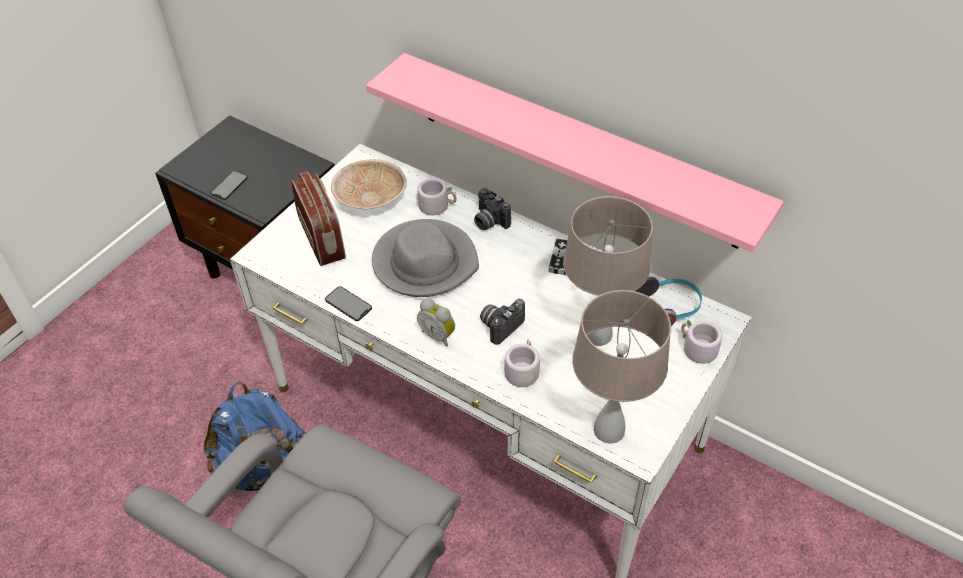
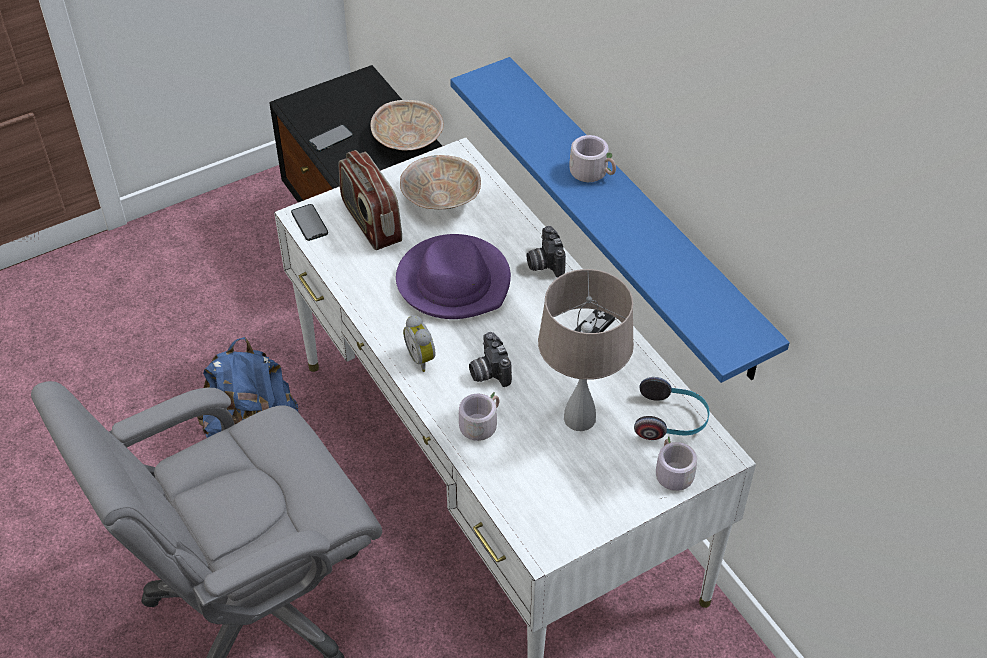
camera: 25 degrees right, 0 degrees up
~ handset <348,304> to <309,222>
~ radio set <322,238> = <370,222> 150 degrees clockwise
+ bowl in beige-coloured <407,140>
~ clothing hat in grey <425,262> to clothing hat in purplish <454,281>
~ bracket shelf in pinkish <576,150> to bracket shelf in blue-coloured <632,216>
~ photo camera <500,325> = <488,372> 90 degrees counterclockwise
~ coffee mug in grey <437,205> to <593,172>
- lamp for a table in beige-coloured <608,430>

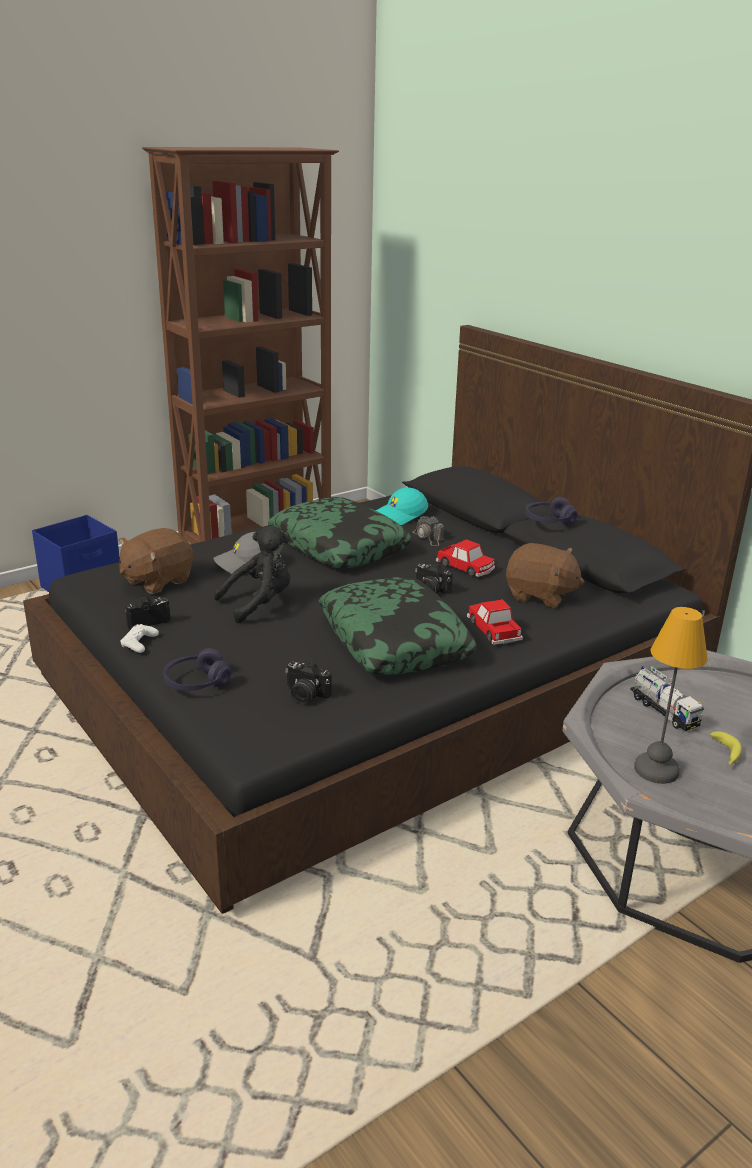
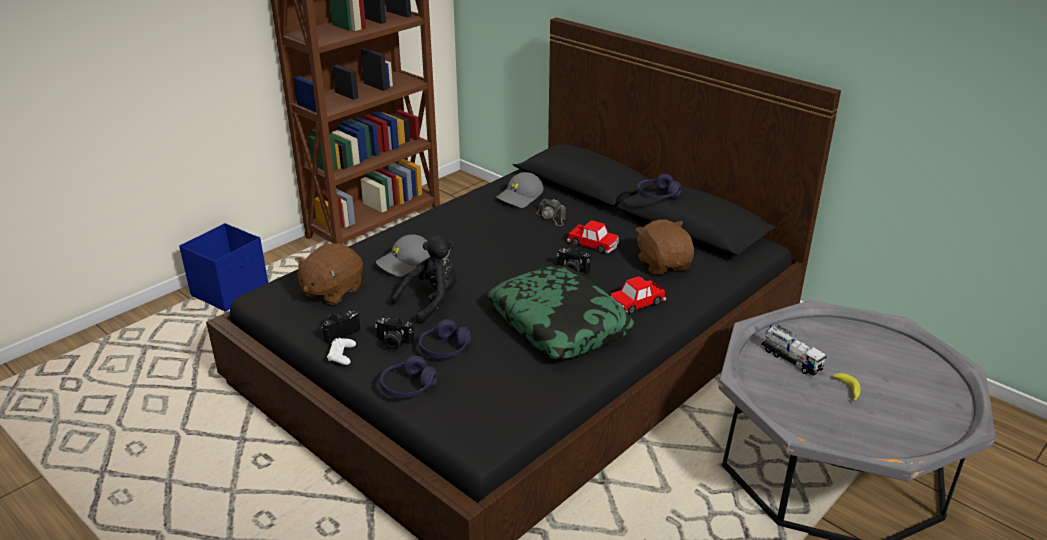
camera: 10 degrees left, 5 degrees up
~ photo camera <305,695> to <393,343>
+ headset in purplish <444,349>
~ peaked cap in turquoise-coloured <401,515> to peaked cap in grey <520,197>
~ miniature car <493,630> = <636,303> 90 degrees counterclockwise
~ soft toy in brown <540,595> = <663,264> 120 degrees counterclockwise
- cushion <339,546>
- lamp for a table <655,768>

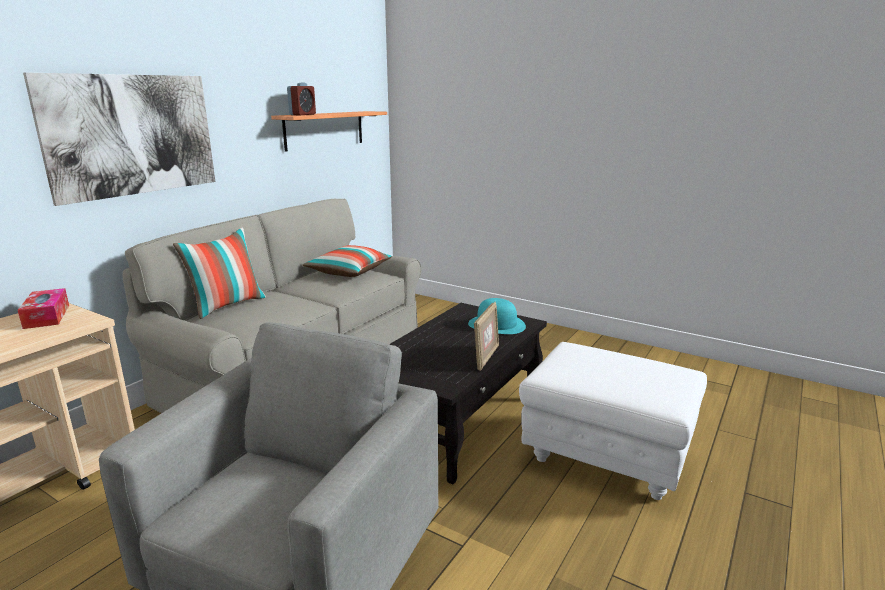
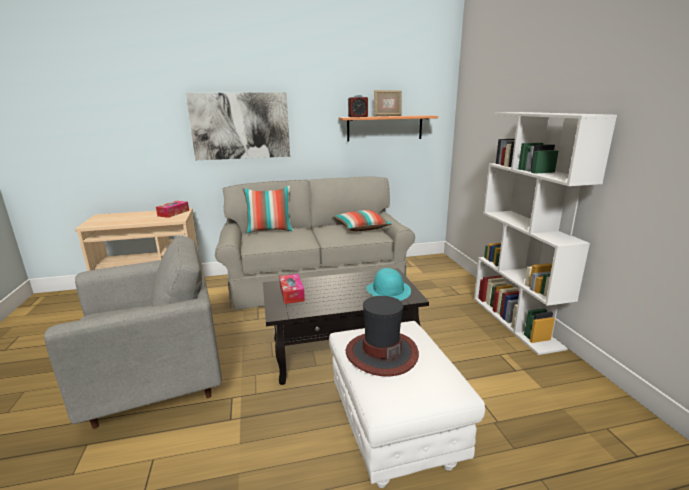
camera: 45 degrees right, 0 degrees up
+ tissue box <291,294>
+ clothing hat <381,353>
~ standing frame <486,357> to <387,116>
+ shelving unit in white-coloured <516,321>

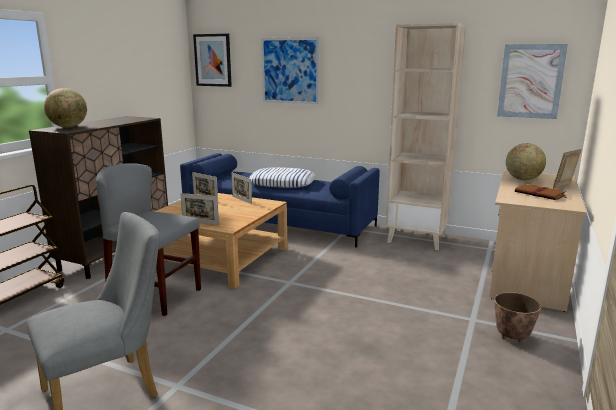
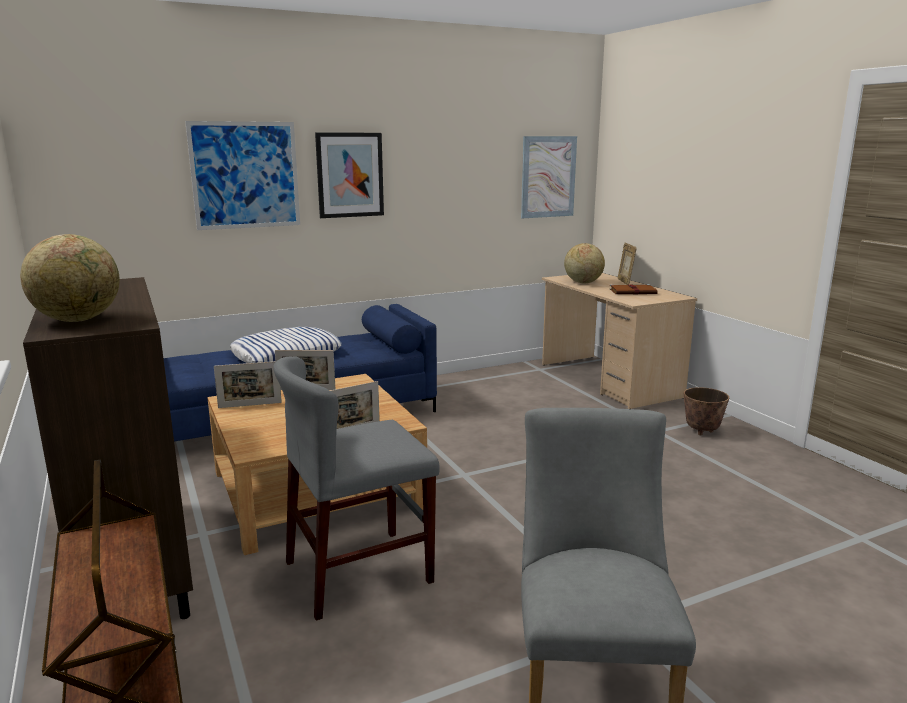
camera: 50 degrees left, 0 degrees up
~ wall art <213,60> to <350,175>
- shelving unit in beige-coloured <417,239>

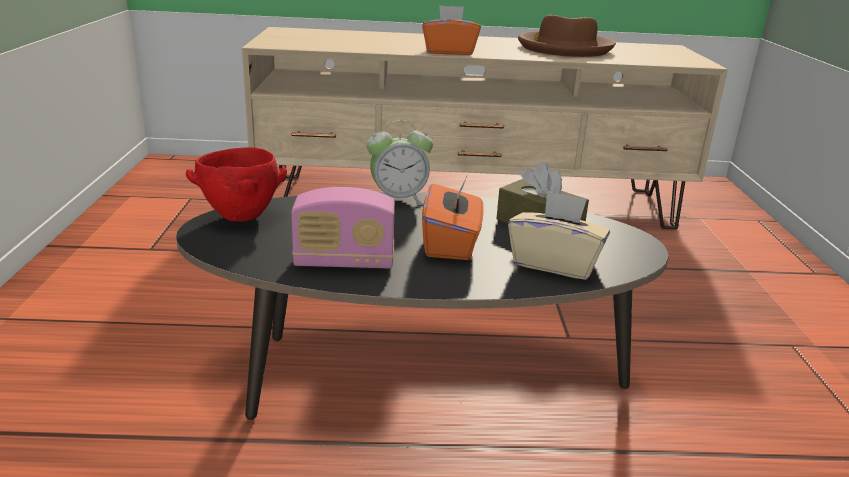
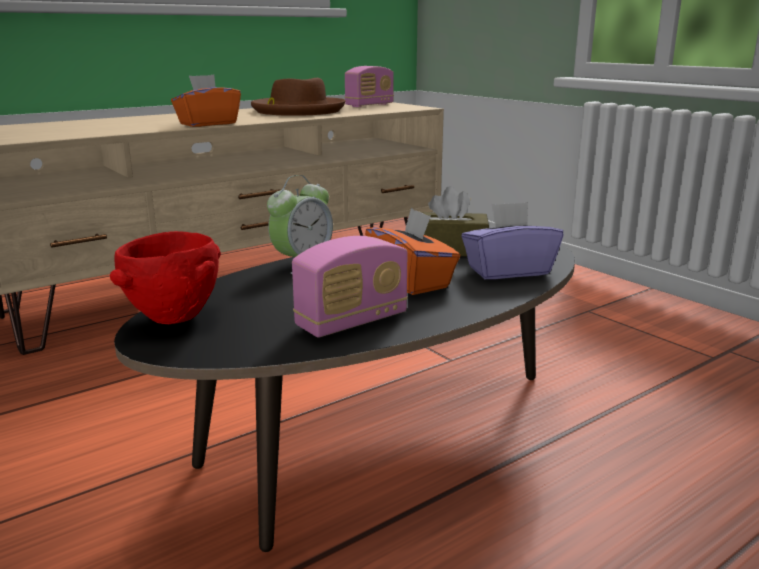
camera: 35 degrees left, 5 degrees down
+ radio set <369,105>
~ tissue box in beige-coloured <555,264> to tissue box in purplish <508,271>

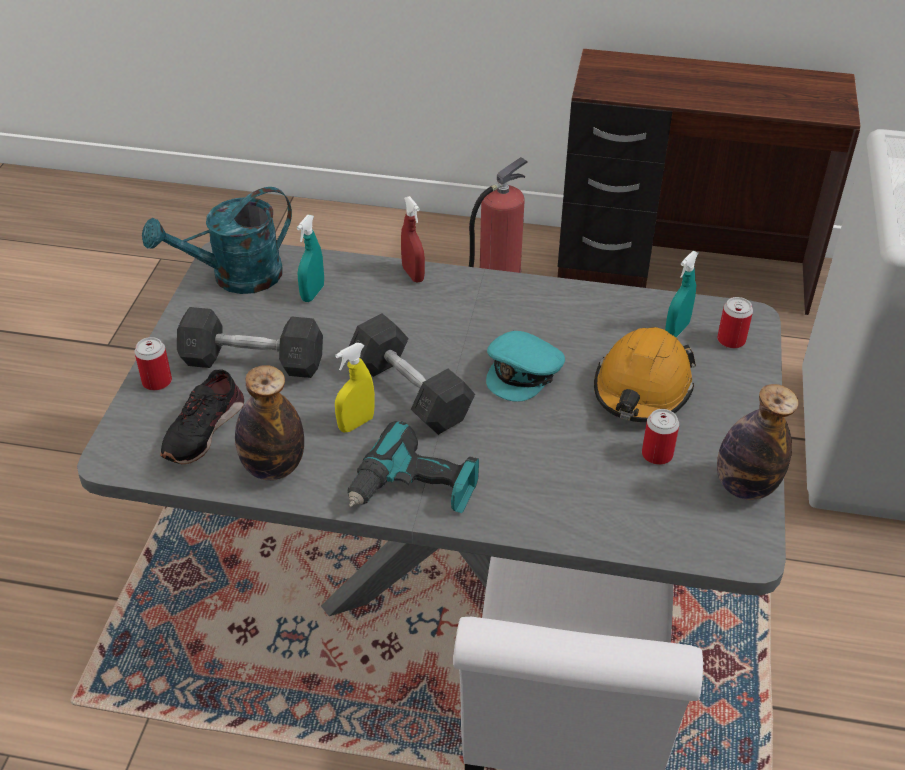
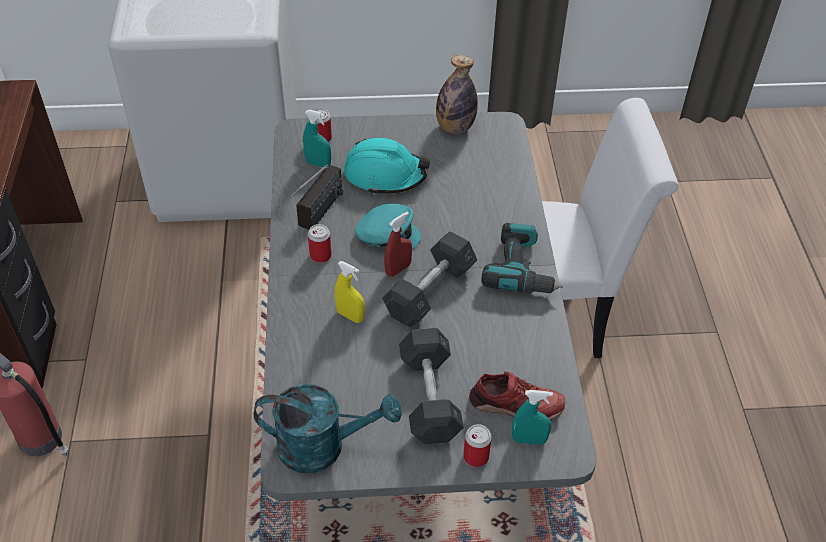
camera: 105 degrees left, 5 degrees up
~ watering can in turquoise-coloured <235,278> = <323,446> 45 degrees counterclockwise
+ radio set <314,220>
~ sealed can <657,454> to <320,255>
~ spray bottle in yellow-coloured <356,423> to <350,316>
~ safety helmet in orange <642,389> to safety helmet in turquoise-coloured <385,175>
~ spray bottle in red <413,274> to <398,269>
~ low shoe in black <202,429> to low shoe in red <515,405>
~ spray bottle in turquoise-coloured <312,293> to <529,440>
- drink bottle <273,467>

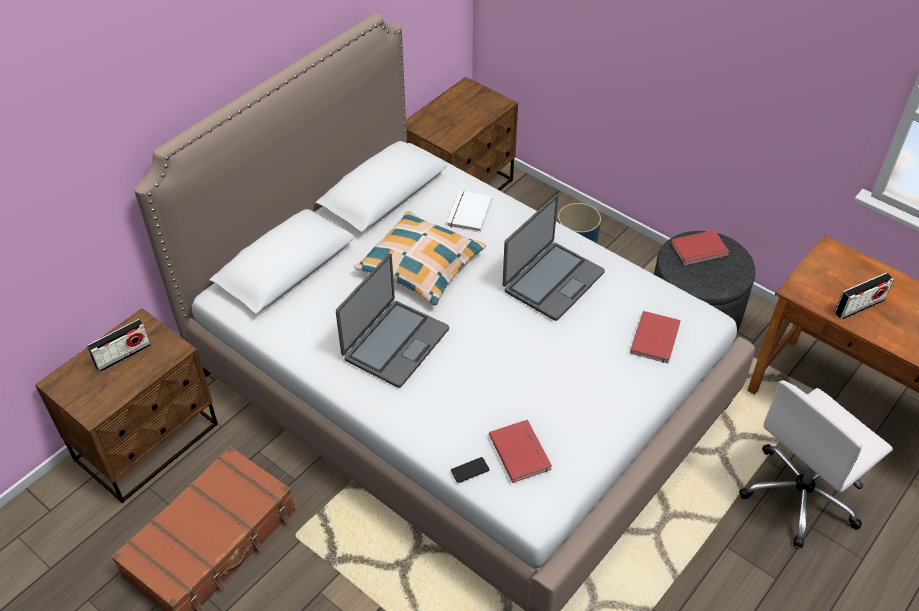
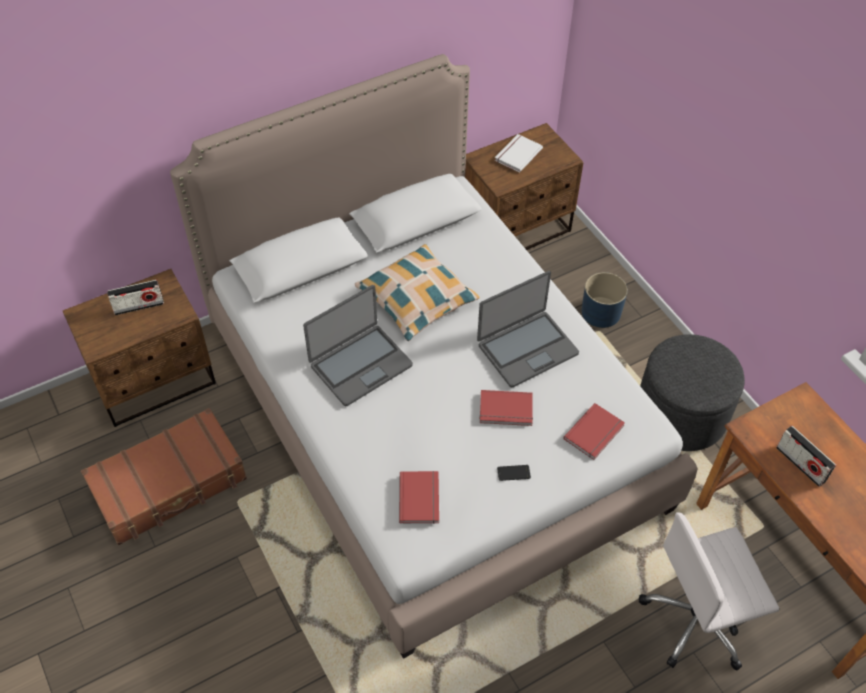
camera: 20 degrees right, 5 degrees up
~ volume in red <700,250> to <506,410>
~ volume in white-coloured <467,213> to <517,154>
~ handset <470,470> to <513,473>
~ radio set <859,306> = <800,464> 60 degrees clockwise

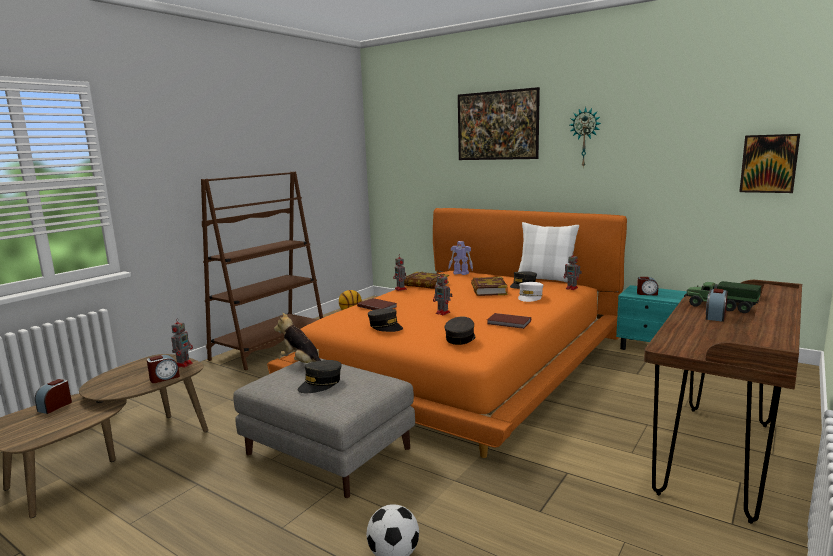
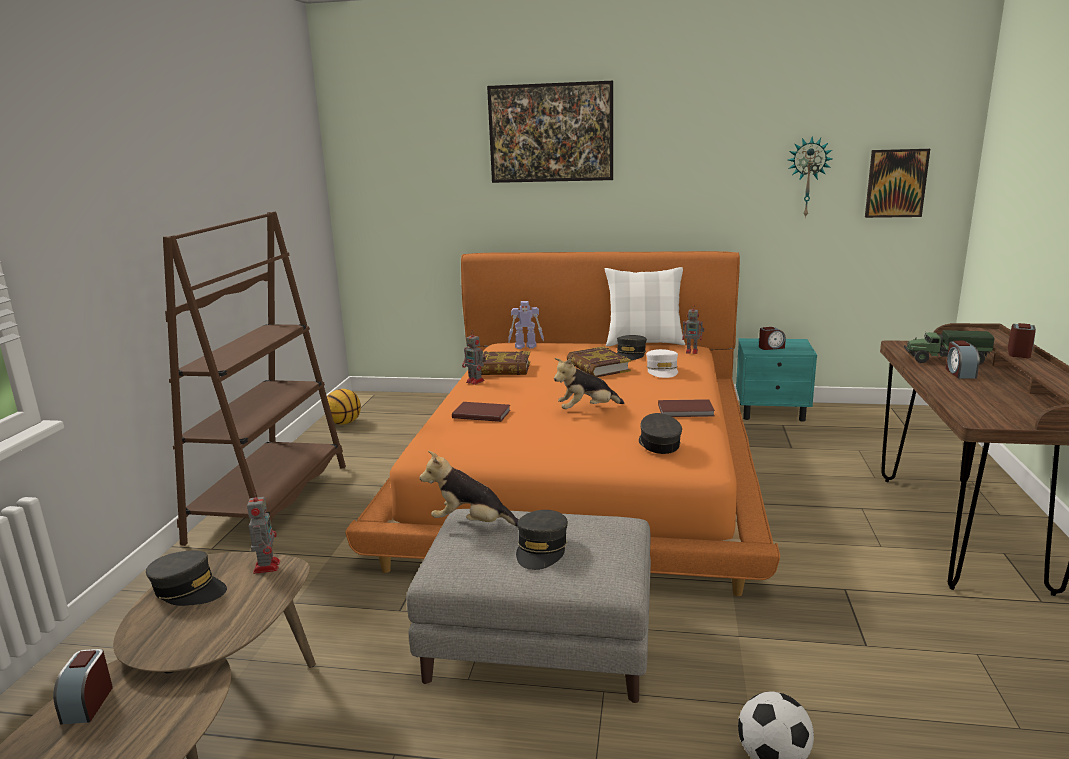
camera: 25 degrees left, 5 degrees up
~ peaked cap in grey <385,326> to <189,589>
~ model robot <443,313> to soft toy <587,410>
~ hanging clock <585,137> to <808,177>
~ table clock <164,378> to <1019,353>

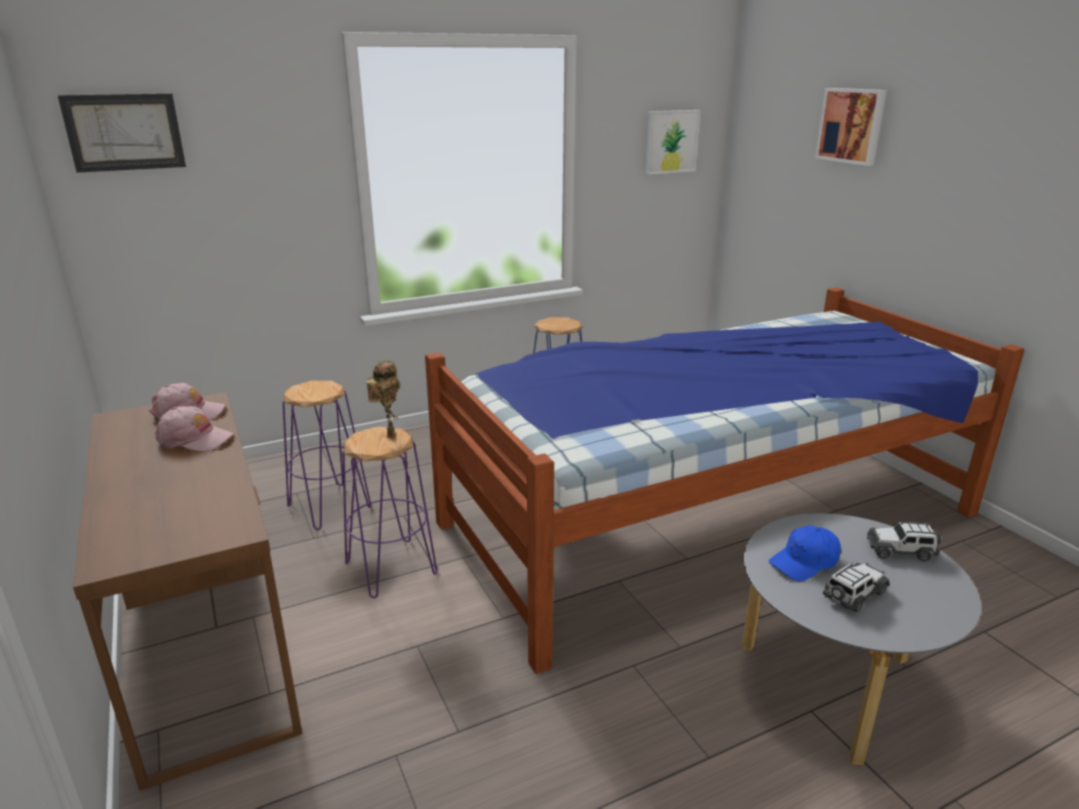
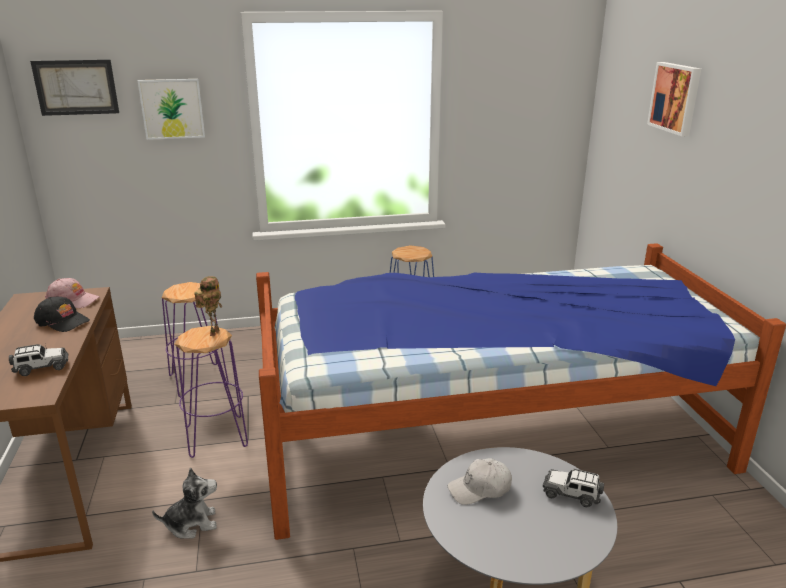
camera: 15 degrees right, 0 degrees up
~ miniature car <853,595> to <41,367>
~ peaked cap in pinkish <195,439> to peaked cap in black <62,321>
~ wall art <671,142> to <172,109>
+ soft toy <192,524>
~ peaked cap in blue-coloured <805,562> to peaked cap in white-coloured <480,489>

